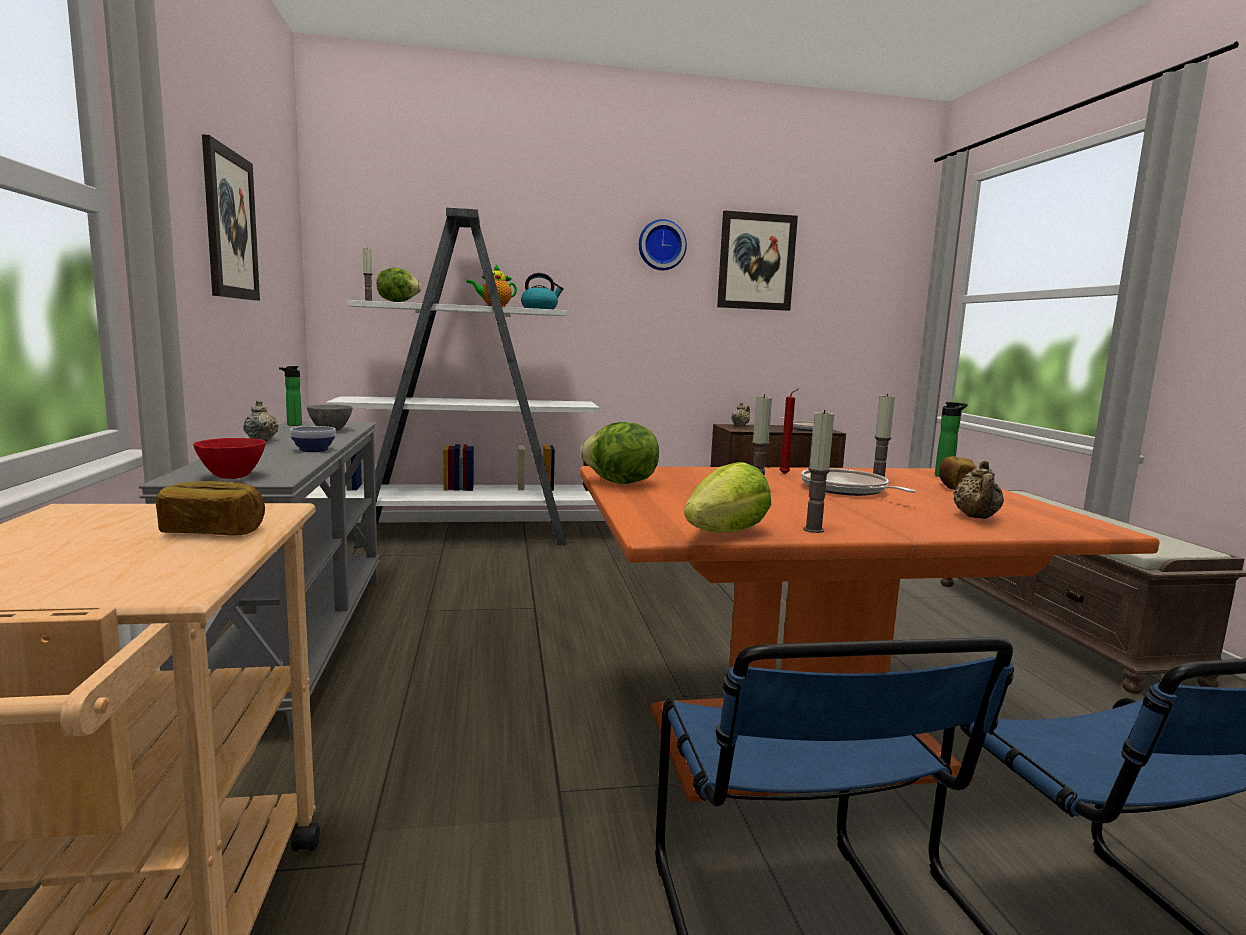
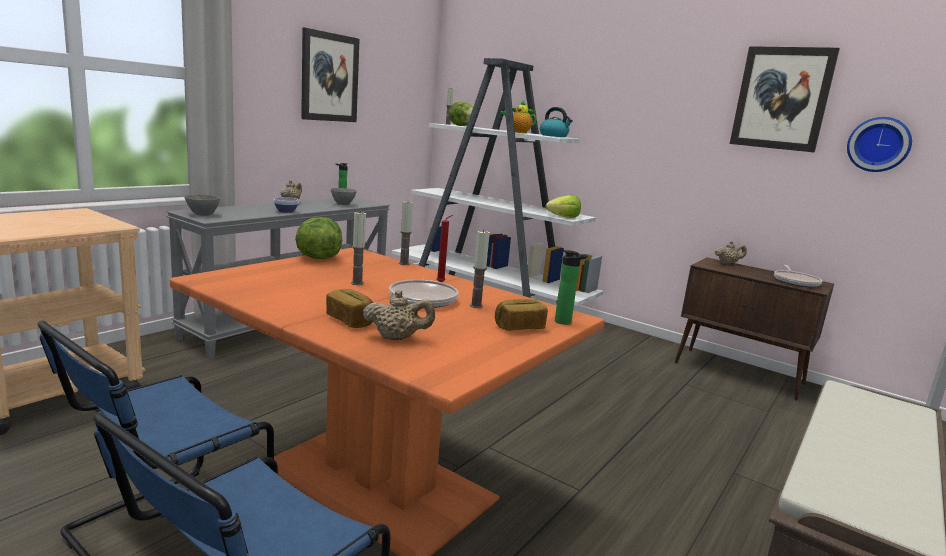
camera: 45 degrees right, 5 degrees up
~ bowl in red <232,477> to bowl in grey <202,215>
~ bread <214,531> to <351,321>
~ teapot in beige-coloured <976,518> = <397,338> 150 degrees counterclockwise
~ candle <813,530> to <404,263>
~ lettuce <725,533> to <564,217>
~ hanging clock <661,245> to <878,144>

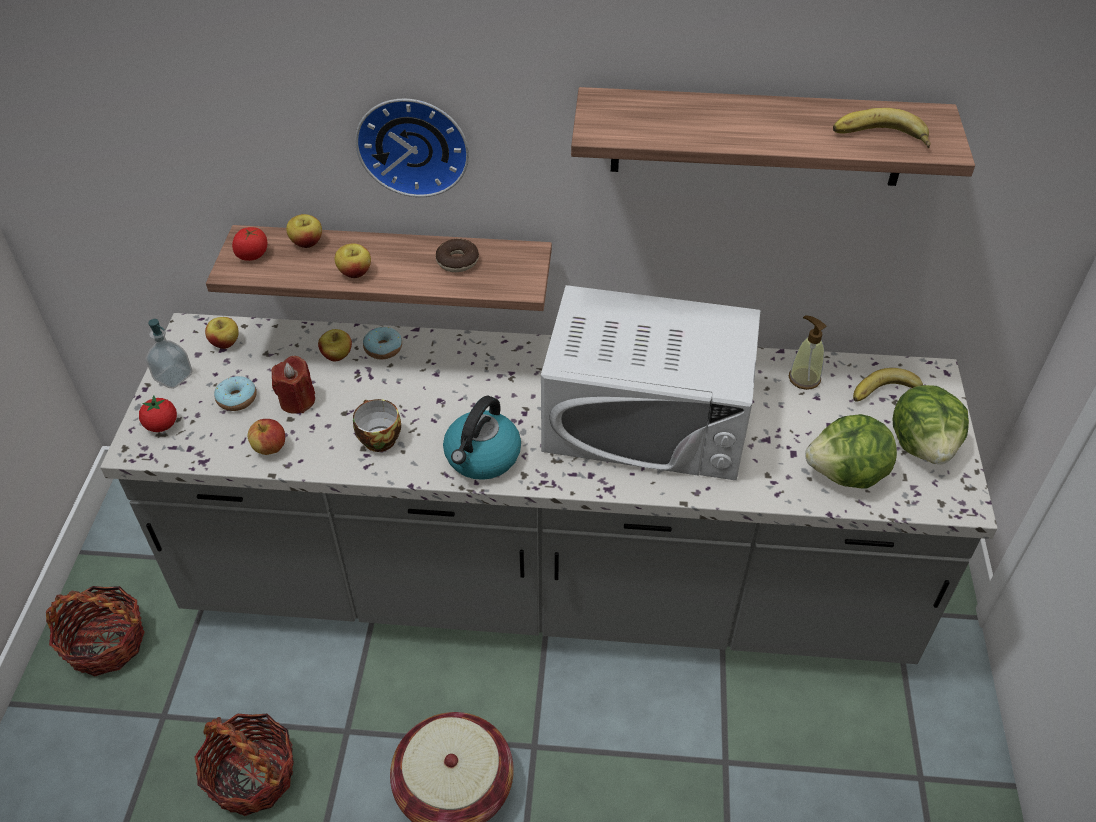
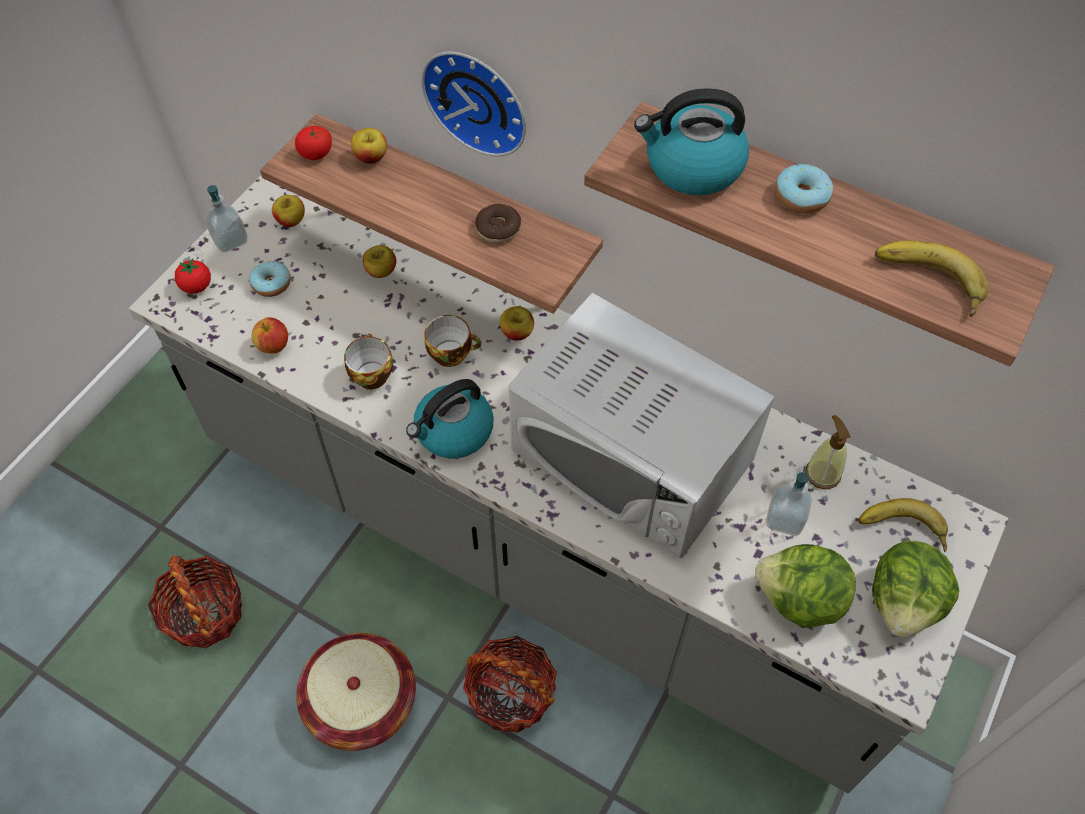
camera: 25 degrees right, 10 degrees up
+ drinking cup <452,353>
~ household basket <106,643> to <510,694>
~ apple <355,272> to <517,333>
+ water kettle <692,167>
+ liquid soap bottle <785,519>
~ donut <383,348> to <801,196>
- candle in red <297,401>

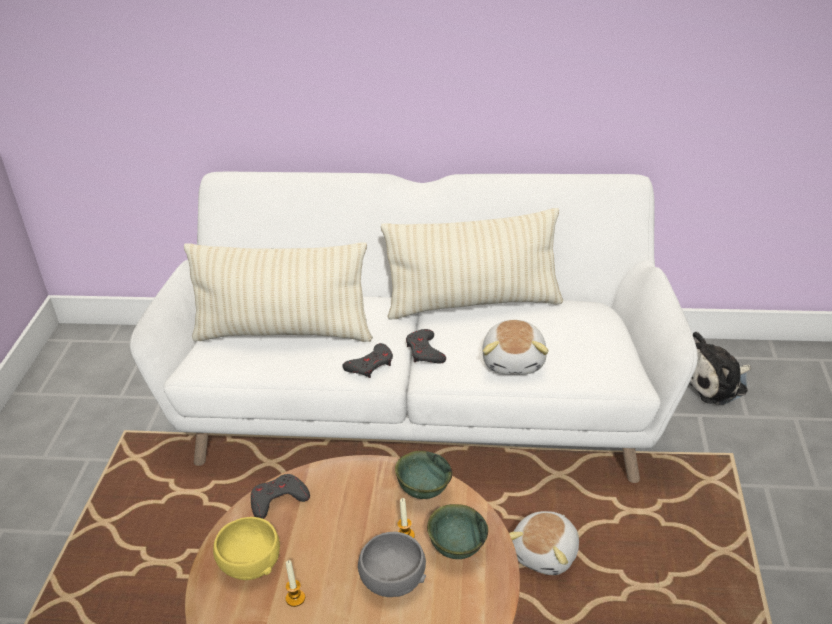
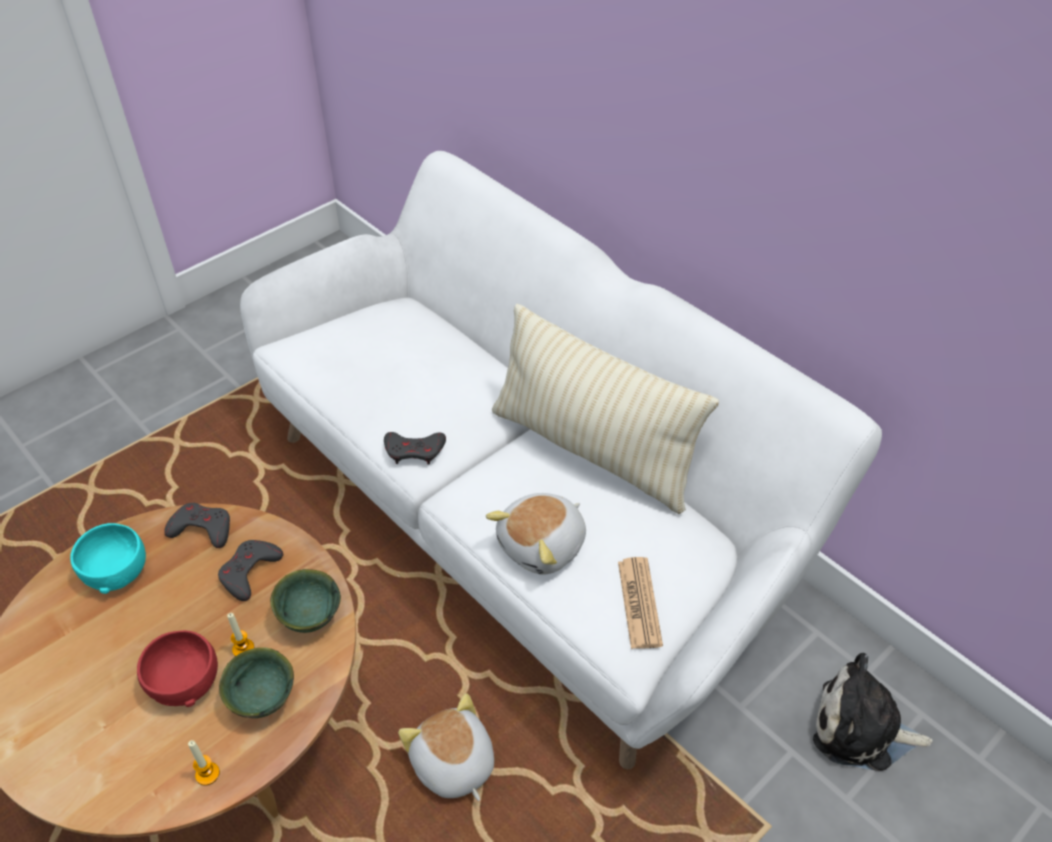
camera: 40 degrees right, 10 degrees up
~ bowl in yellow-coloured <249,563> to bowl in turquoise-coloured <116,571>
~ bowl in grey <392,580> to bowl in red <184,682>
~ candle <295,598> to <207,774>
~ gamepad in grey <425,351> to <249,572>
~ soft toy <546,554> = <452,765> 75 degrees clockwise
+ daily paper <639,603>
- cushion in beige-coloured <284,332>

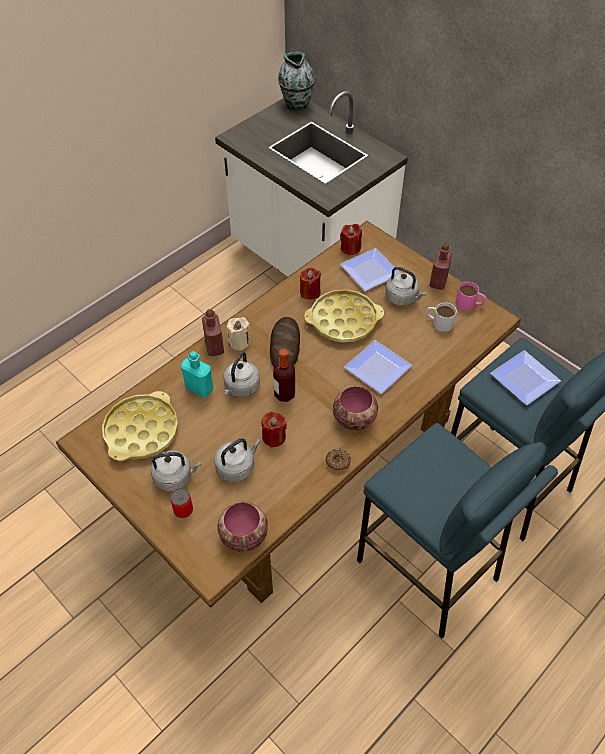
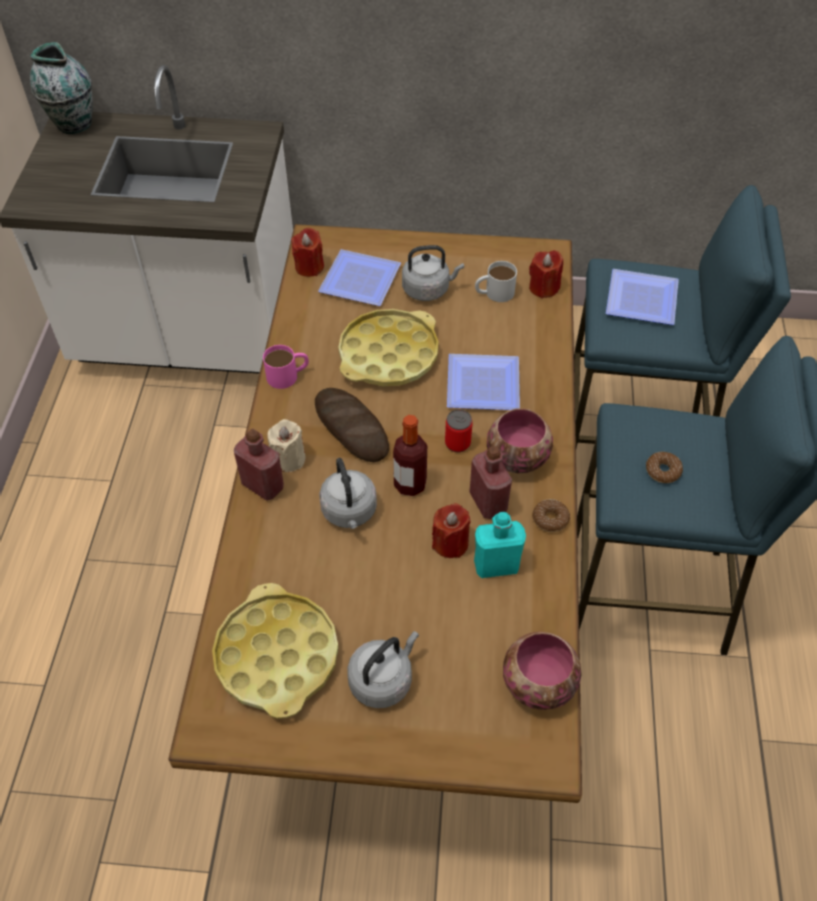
camera: 40 degrees left, 0 degrees up
~ coffee mug in pinkish <469,304> to <288,375>
~ sealed can <183,510> to <457,443>
~ drink bottle in red <438,281> to <488,502>
~ drink bottle in turquoise-coloured <199,388> to <496,565>
~ candle in red <310,292> to <543,287>
+ donut <663,471>
- water kettle in grey <237,467>

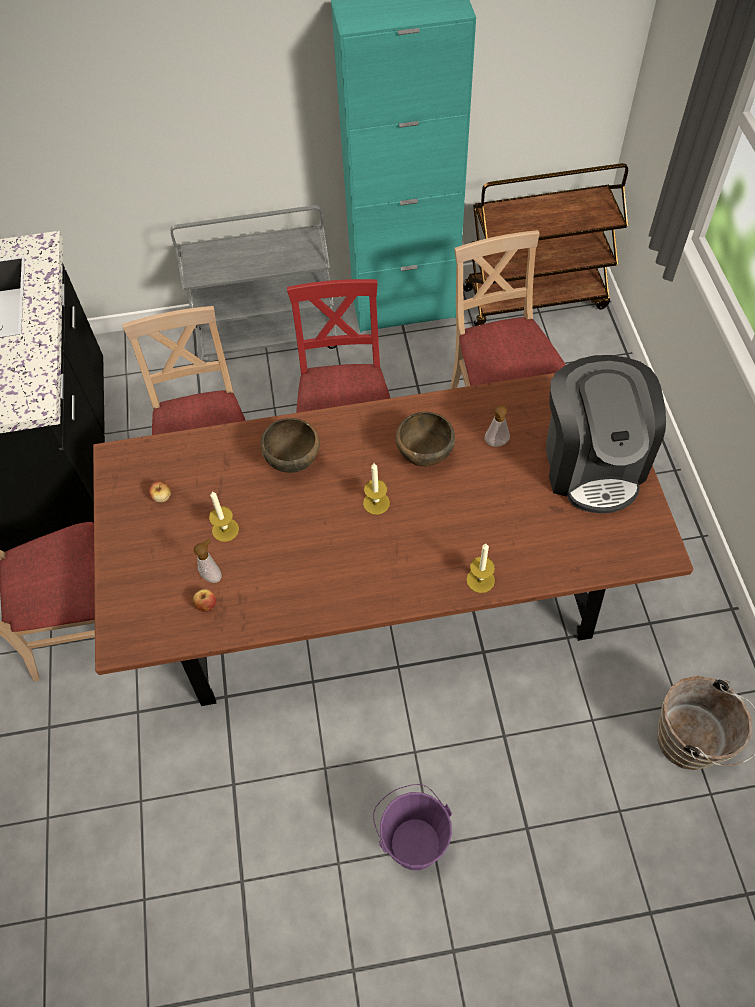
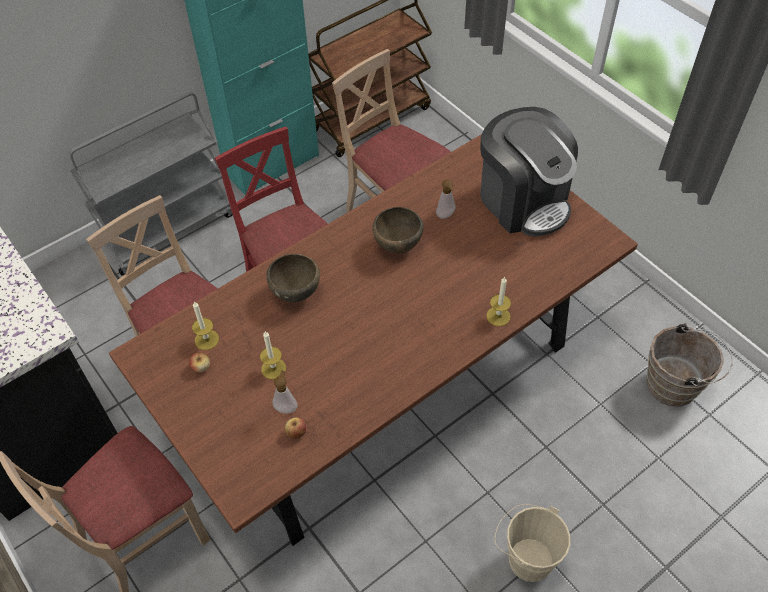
camera: 30 degrees left, 5 degrees down
~ candle <376,503> to <206,340>
~ bucket in purplish <412,838> to bucket in beige-coloured <525,557>

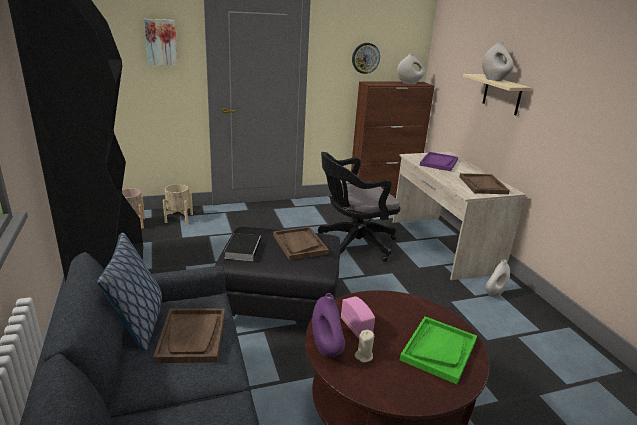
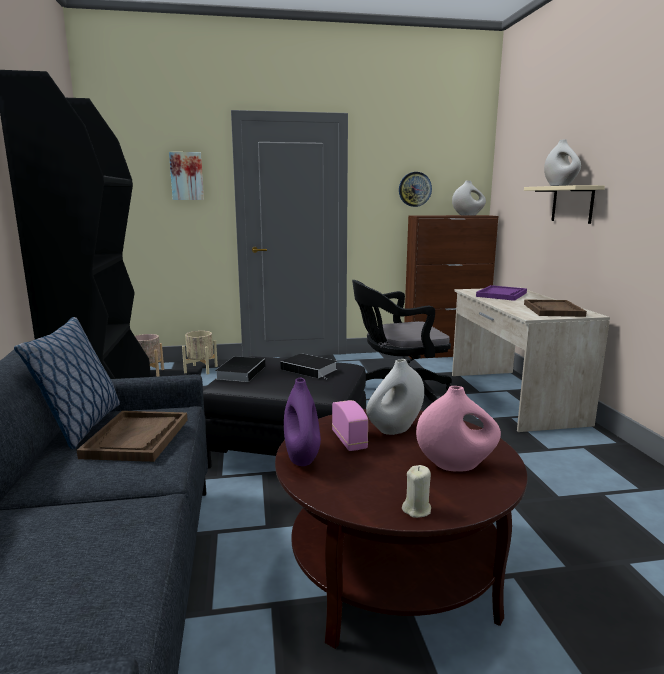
camera: 10 degrees right, 10 degrees down
~ tray in brown <299,244> to volume <310,369>
~ vase in white-coloured <494,293> to <395,429>
~ candle in beige-coloured <364,356> to <417,510>
~ tray in green-coloured <438,350> to vase in pinkish <456,465>

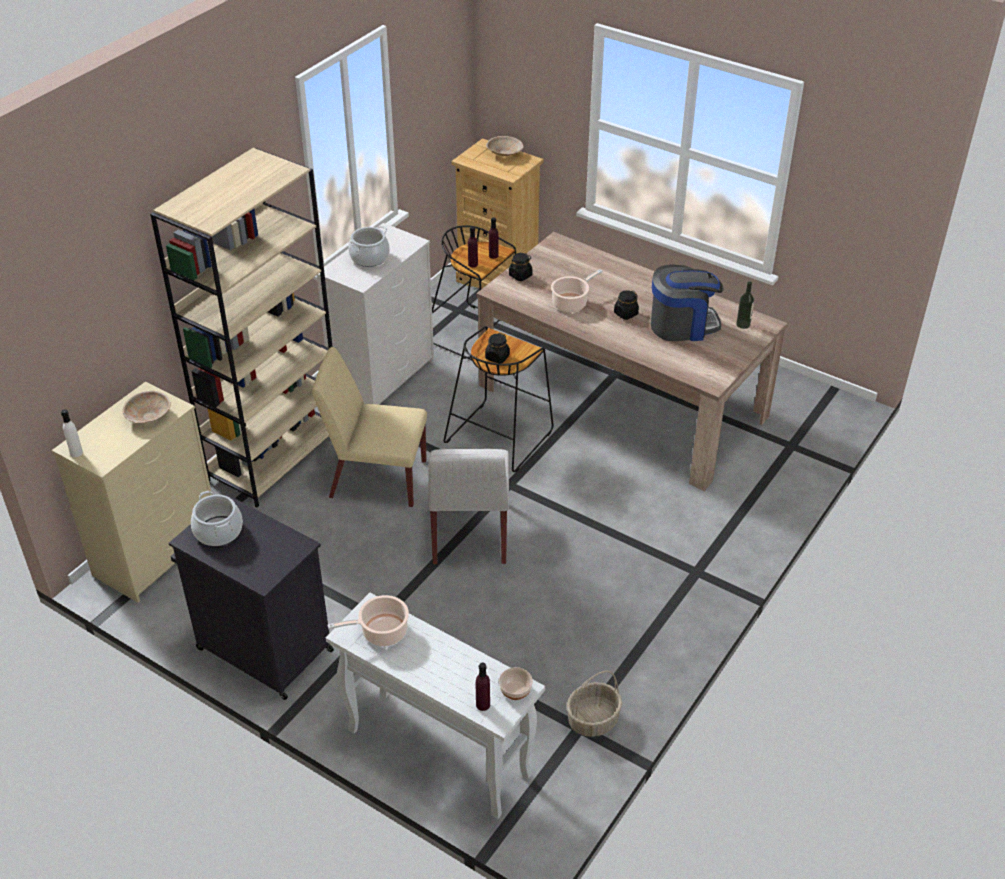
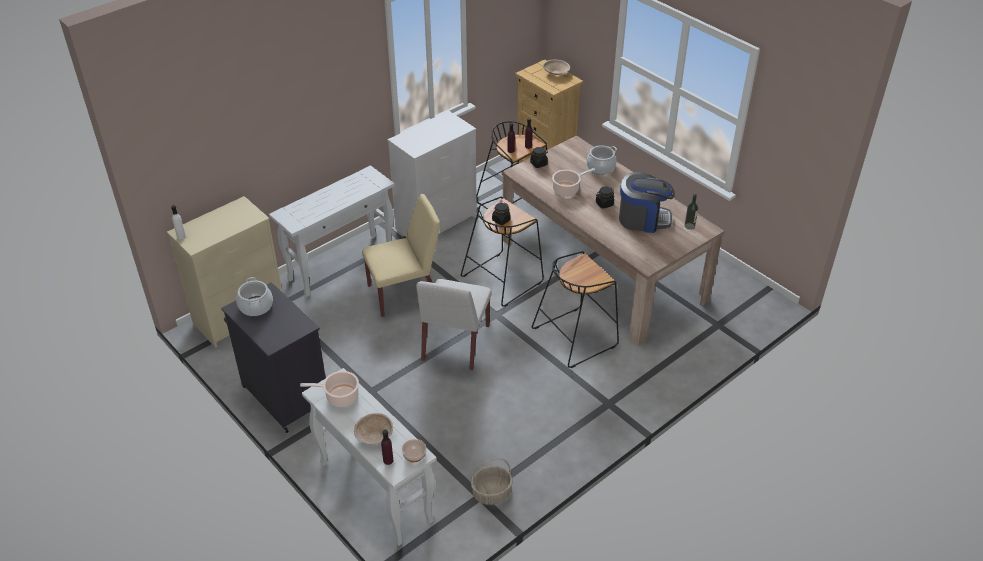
camera: 15 degrees right, 0 degrees up
~ shelving unit in beige-coloured <275,455> to console table in white-coloured <342,264>
~ bowl in beige-coloured <148,417> to <374,435>
~ chair in beige-coloured <376,479> = <405,293> 135 degrees clockwise
+ stool in black <575,336>
~ stockpot <369,257> to <600,167>

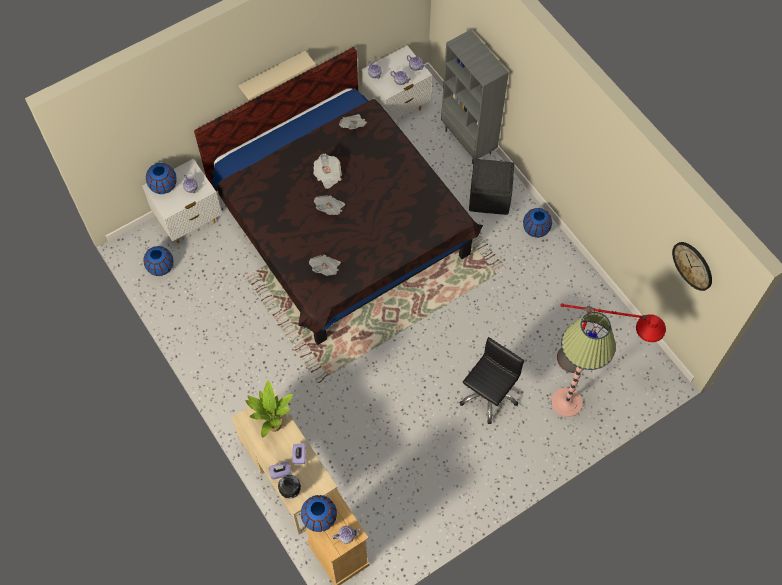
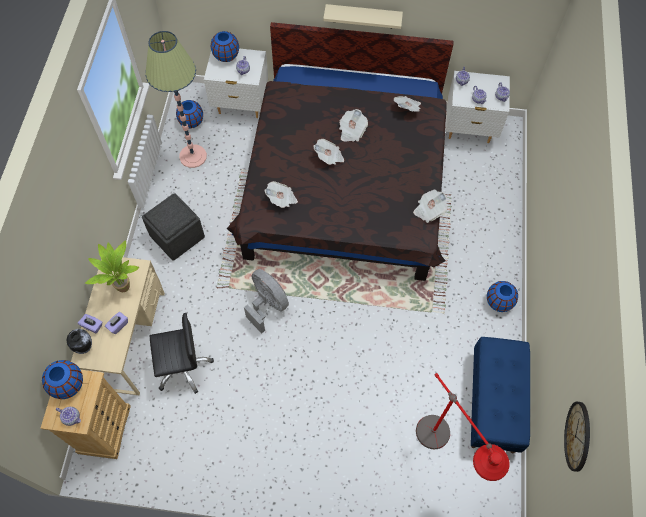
camera: 40 degrees right, 0 degrees up
~ ottoman in grey <489,196> to <177,235>
~ standard lamp <566,402> to <193,156>
~ desk chair in black <488,395> to <183,367>
+ fan in grey <267,305>
+ daily paper <429,210>
+ bench in blue-coloured <494,402>
- shelving unit in grey <469,142>

